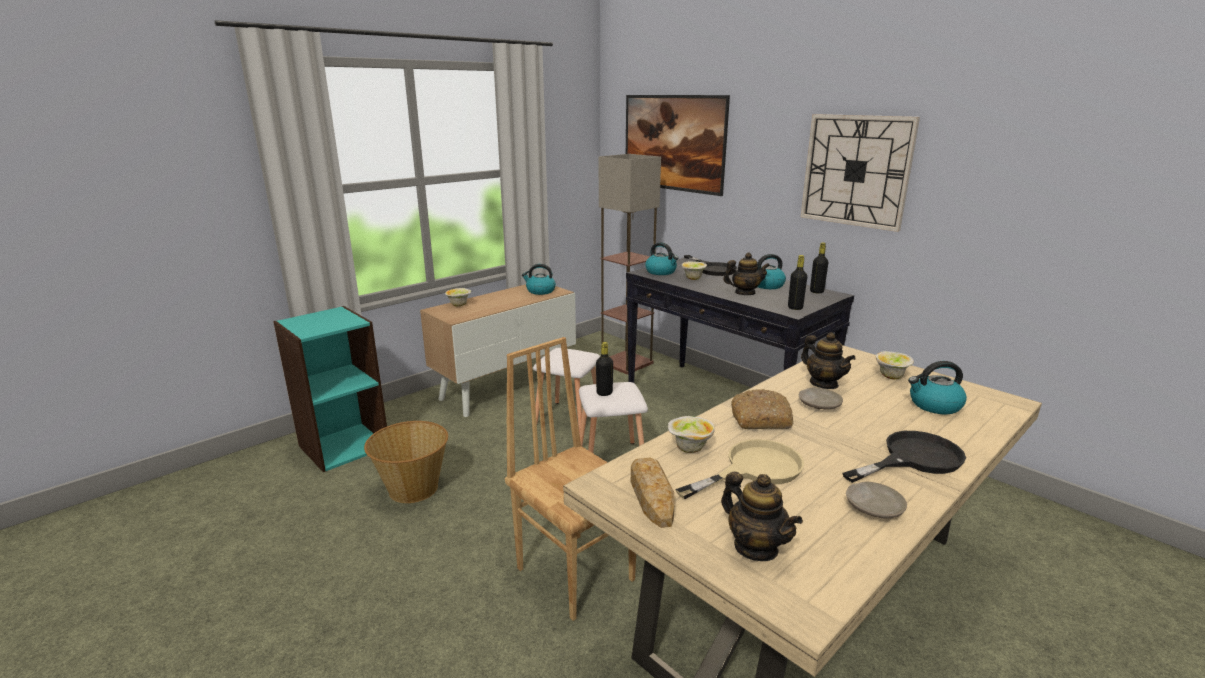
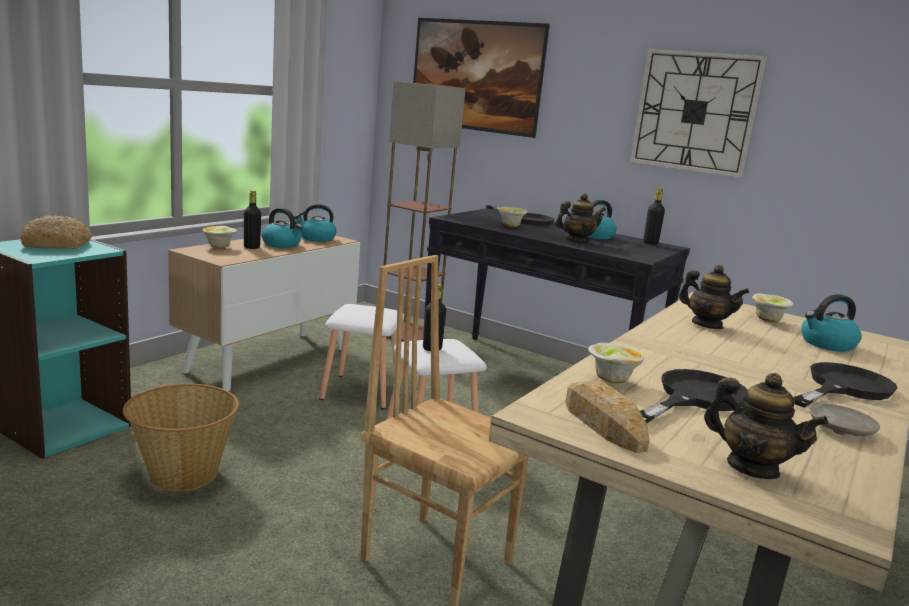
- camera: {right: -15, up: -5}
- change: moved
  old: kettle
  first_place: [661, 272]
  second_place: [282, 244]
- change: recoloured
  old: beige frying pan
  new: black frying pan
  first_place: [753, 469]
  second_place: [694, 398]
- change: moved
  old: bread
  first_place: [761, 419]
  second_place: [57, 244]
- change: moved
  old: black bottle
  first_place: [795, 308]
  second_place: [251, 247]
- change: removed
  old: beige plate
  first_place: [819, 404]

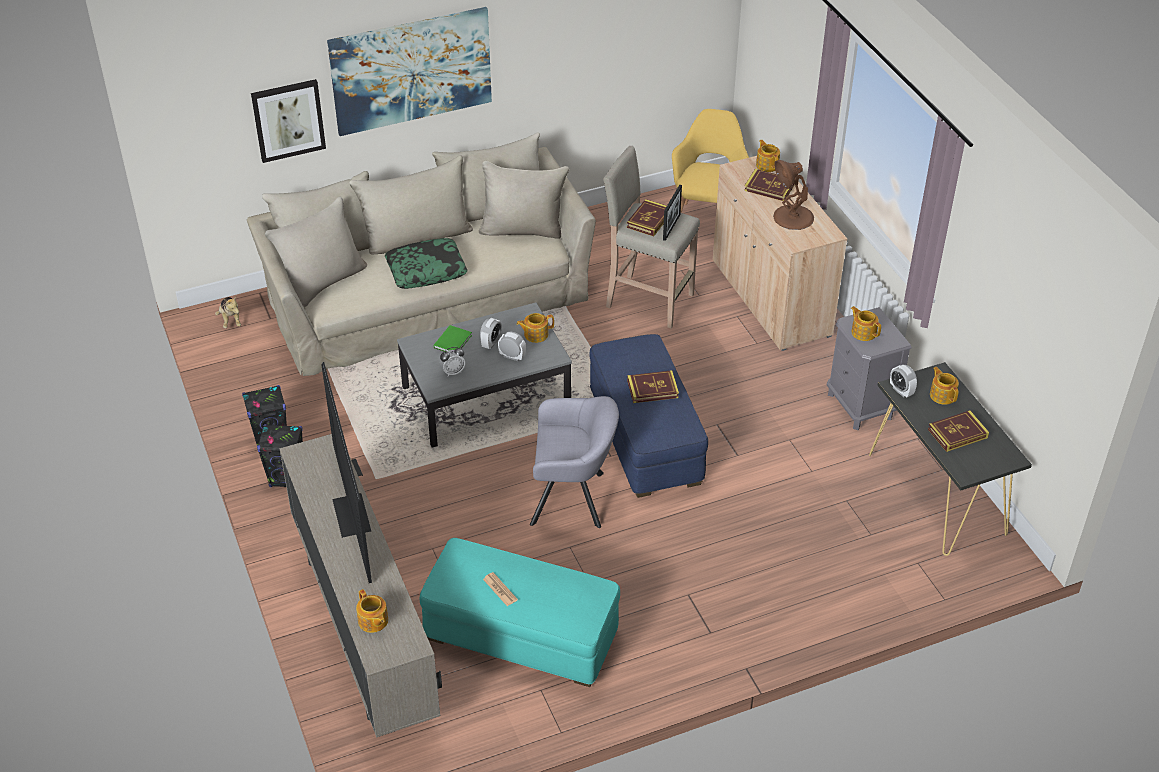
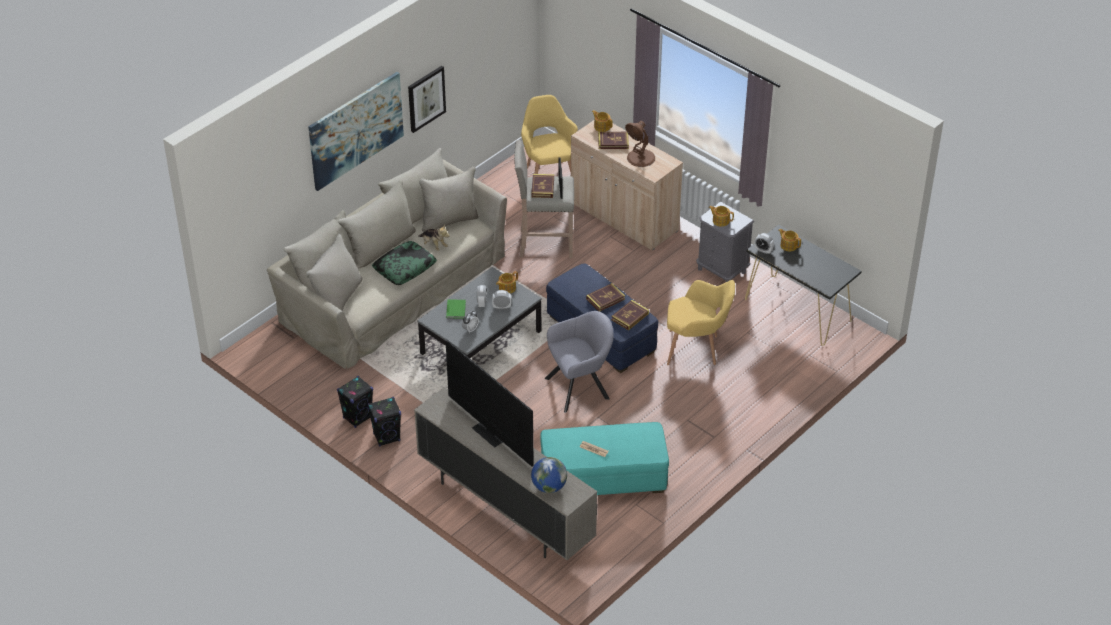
- camera: {right: -25, up: 0}
- change: moved
  old: plush toy
  first_place: [230, 320]
  second_place: [434, 245]
- change: moved
  old: picture
  first_place: [288, 120]
  second_place: [426, 98]
- change: replaced
  old: teapot
  new: globe
  first_place: [373, 621]
  second_place: [549, 487]
- change: moved
  old: book
  first_place: [957, 433]
  second_place: [630, 316]
- change: added
  new: yellow armchair
  second_place: [696, 350]

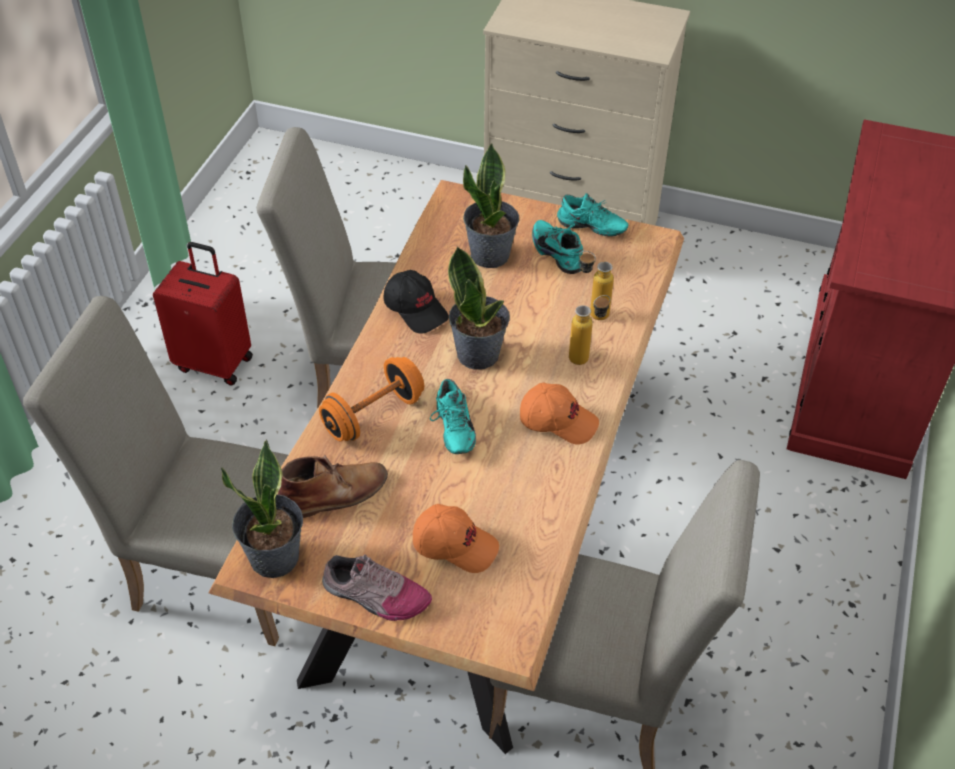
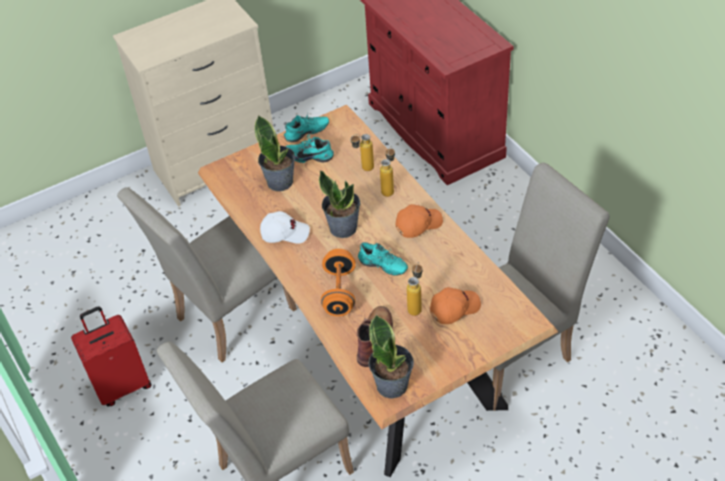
- camera: {right: -45, up: 0}
- change: removed
  old: shoe
  first_place: [375, 596]
- change: recoloured
  old: black cap
  new: white cap
  first_place: [416, 309]
  second_place: [285, 233]
- change: added
  new: bottle
  second_place: [416, 306]

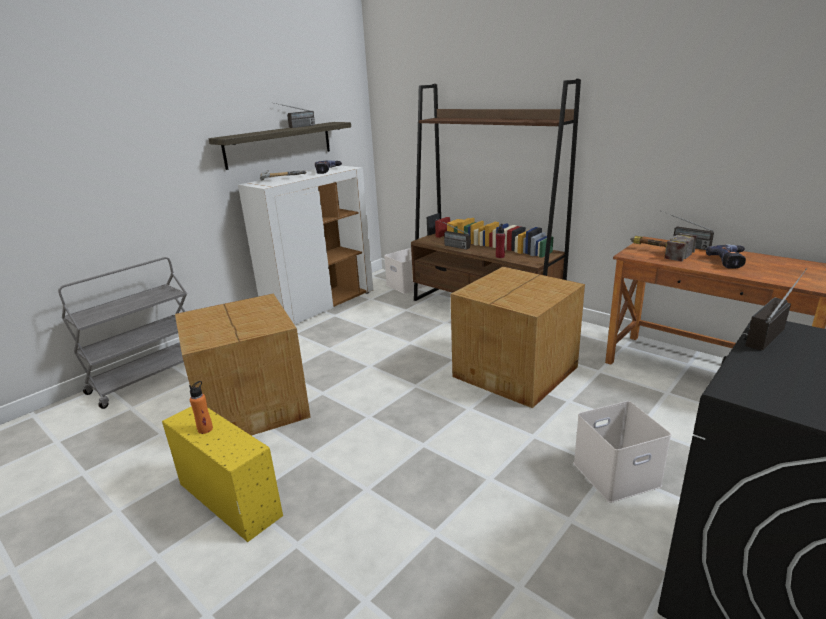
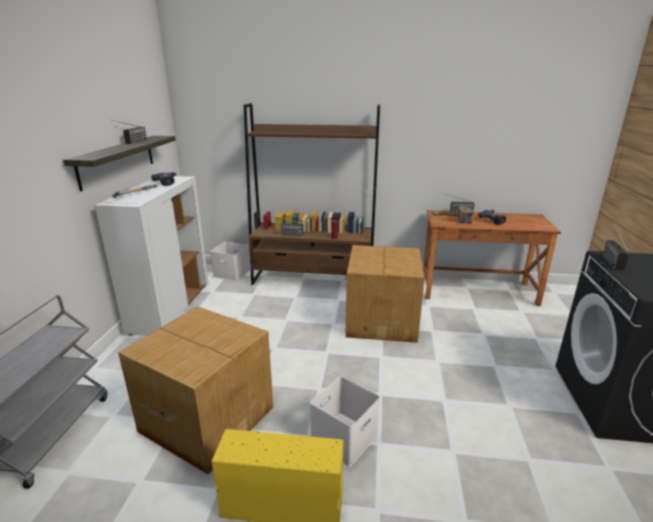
- camera: {right: -35, up: 0}
- change: removed
  old: orange bottle
  first_place: [205, 429]
- change: moved
  old: white storage box
  first_place: [616, 475]
  second_place: [344, 439]

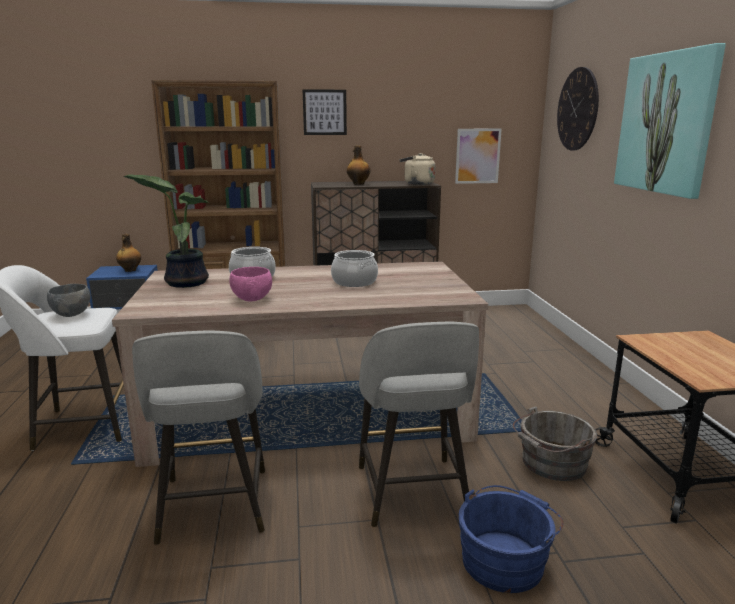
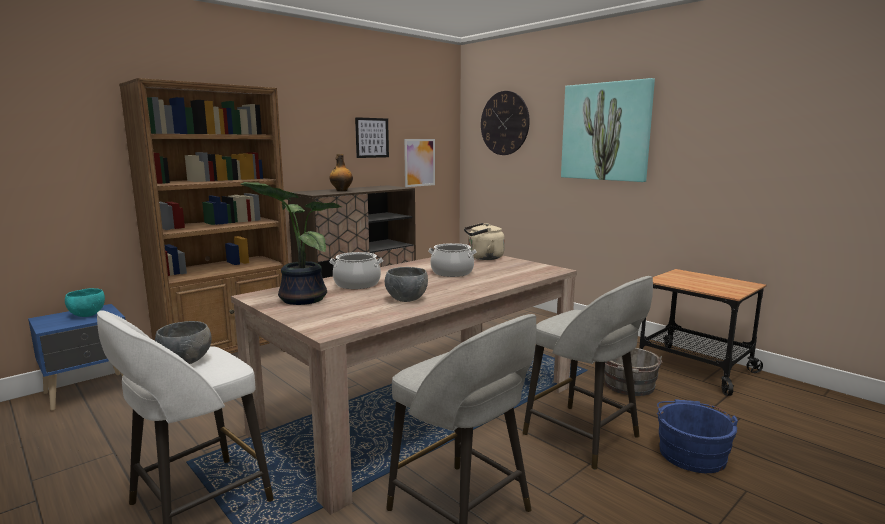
- camera: {right: -35, up: -5}
- change: replaced
  old: bottle
  new: turquoise bowl
  first_place: [130, 270]
  second_place: [87, 315]
- change: recoloured
  old: pink bowl
  new: grey bowl
  first_place: [252, 299]
  second_place: [406, 299]
- change: moved
  old: picture
  first_place: [324, 112]
  second_place: [372, 137]
- change: moved
  old: beige kettle
  first_place: [417, 183]
  second_place: [483, 258]

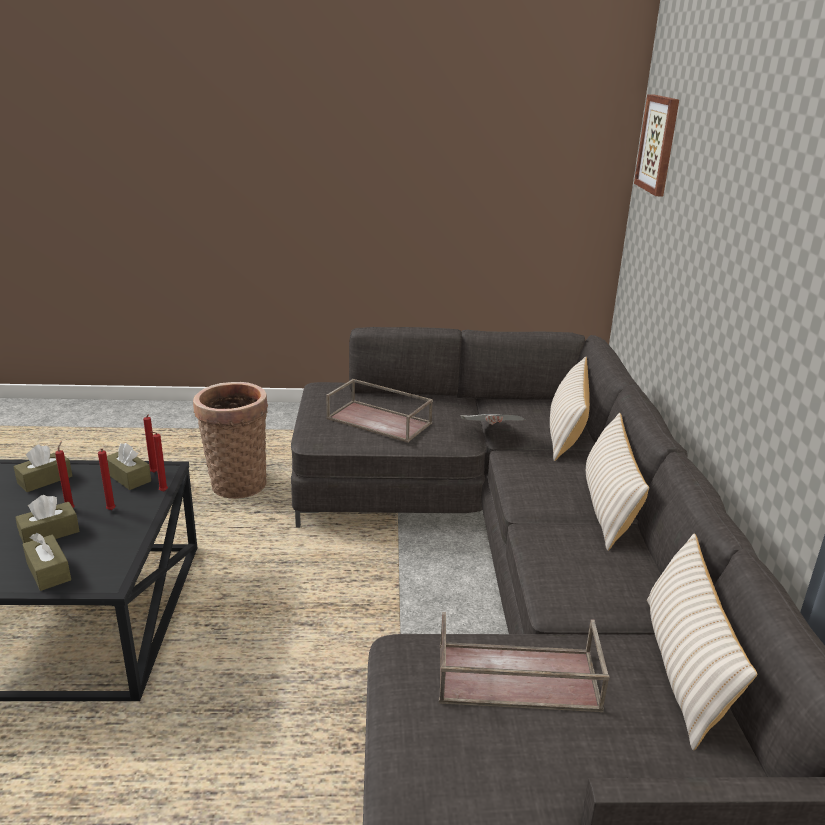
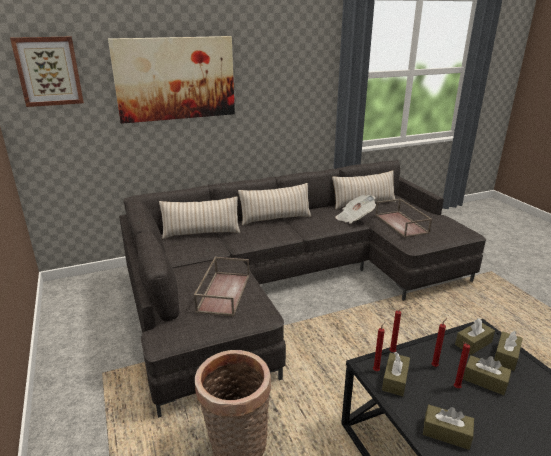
- camera: {right: -110, up: 0}
- change: moved
  old: newspaper
  first_place: [490, 434]
  second_place: [354, 218]
- change: added
  new: picture
  second_place: [175, 79]
- change: added
  new: brown tissue box
  second_place: [473, 343]

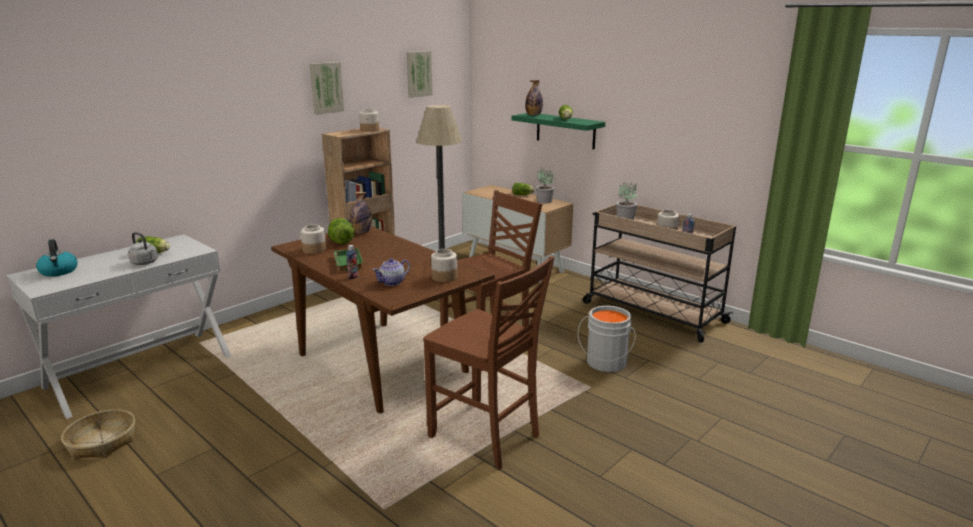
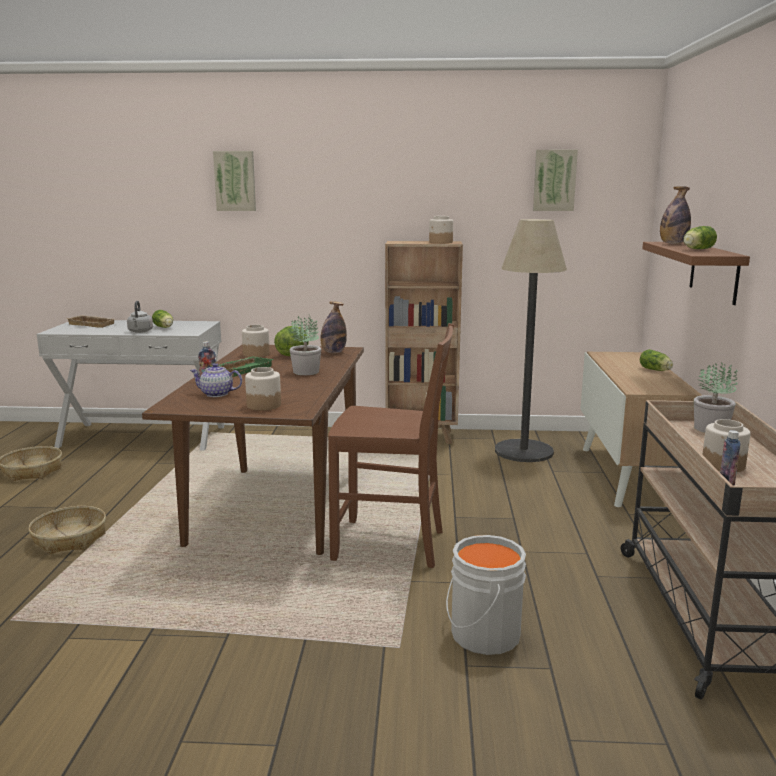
- camera: {right: 50, up: -5}
- change: replaced
  old: kettle
  new: beige tray
  first_place: [59, 271]
  second_place: [93, 324]
- change: moved
  old: picture
  first_place: [325, 87]
  second_place: [235, 181]
- change: removed
  old: brown chair
  first_place: [486, 436]
- change: recoloured
  old: green shelf
  new: brown shelf
  first_place: [565, 130]
  second_place: [714, 272]
- change: moved
  old: potted plant
  first_place: [544, 201]
  second_place: [305, 371]
- change: added
  new: basket
  second_place: [70, 538]

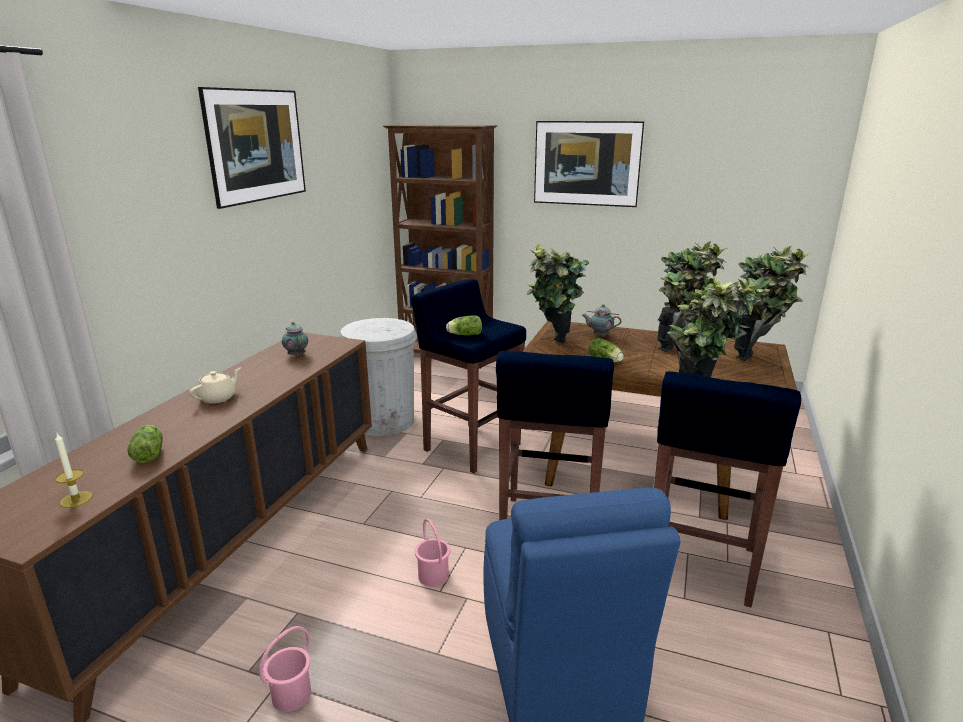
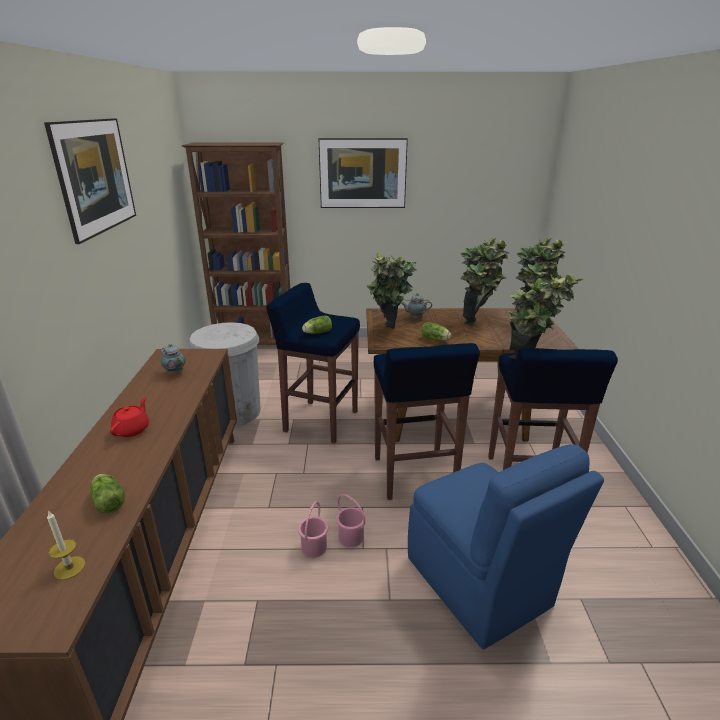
- camera: {right: -20, up: 5}
- change: recoloured
  old: beige teapot
  new: red teapot
  first_place: [218, 398]
  second_place: [132, 429]
- change: moved
  old: pink bucket
  first_place: [292, 695]
  second_place: [314, 547]

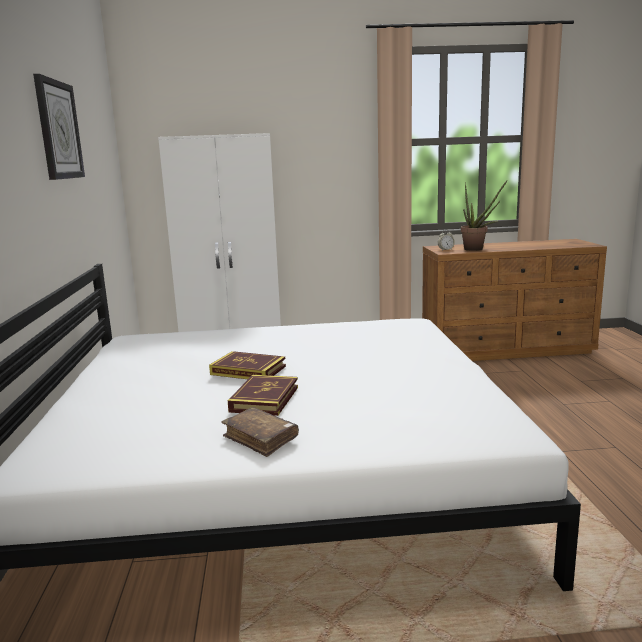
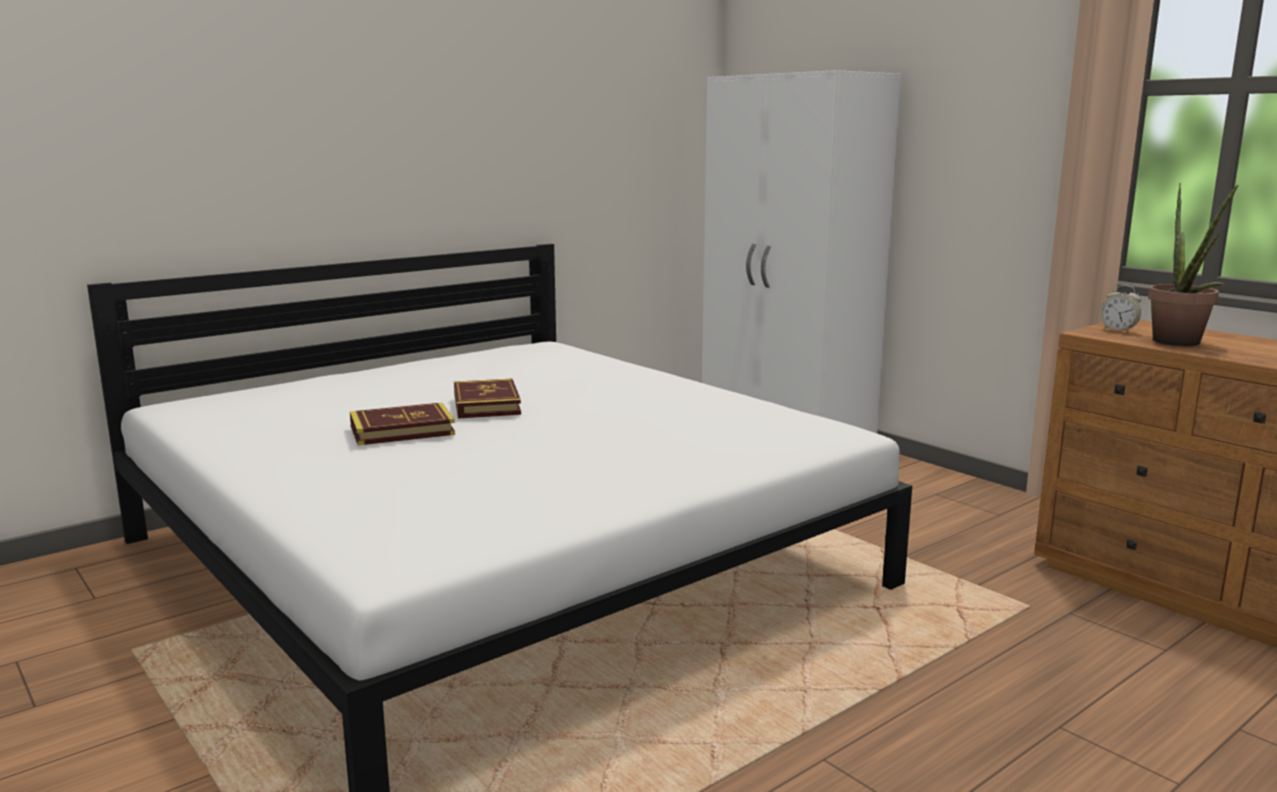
- camera: {right: 55, up: 0}
- change: removed
  old: wall clock
  first_place: [58, 130]
- change: removed
  old: brown book
  first_place: [260, 439]

